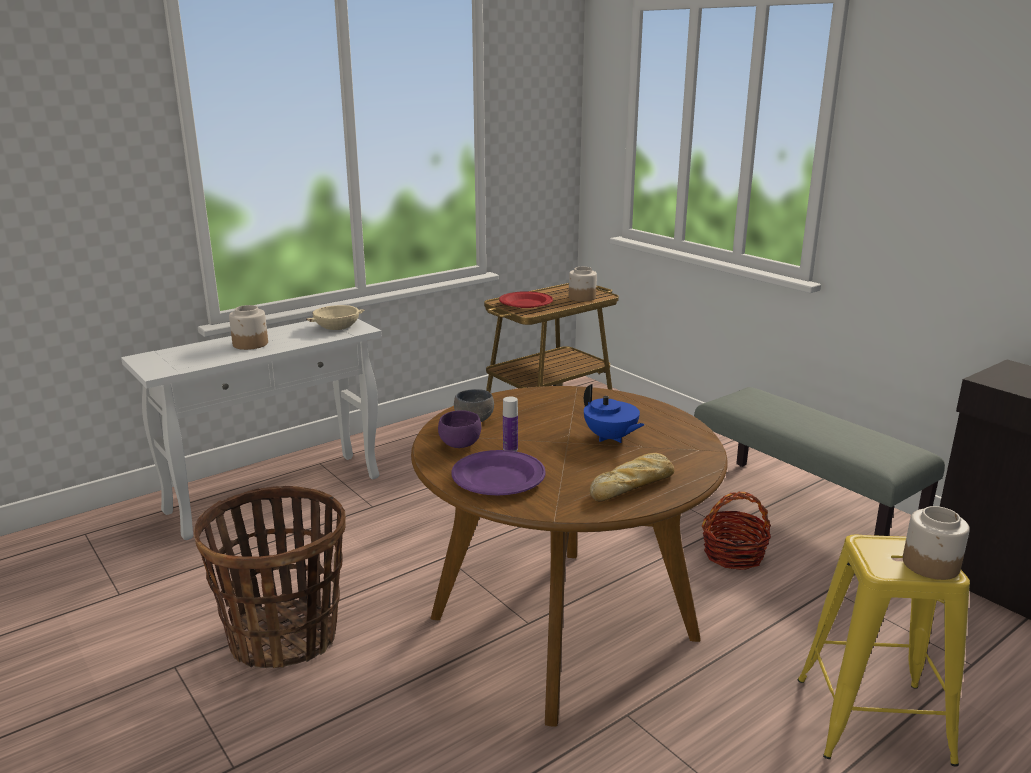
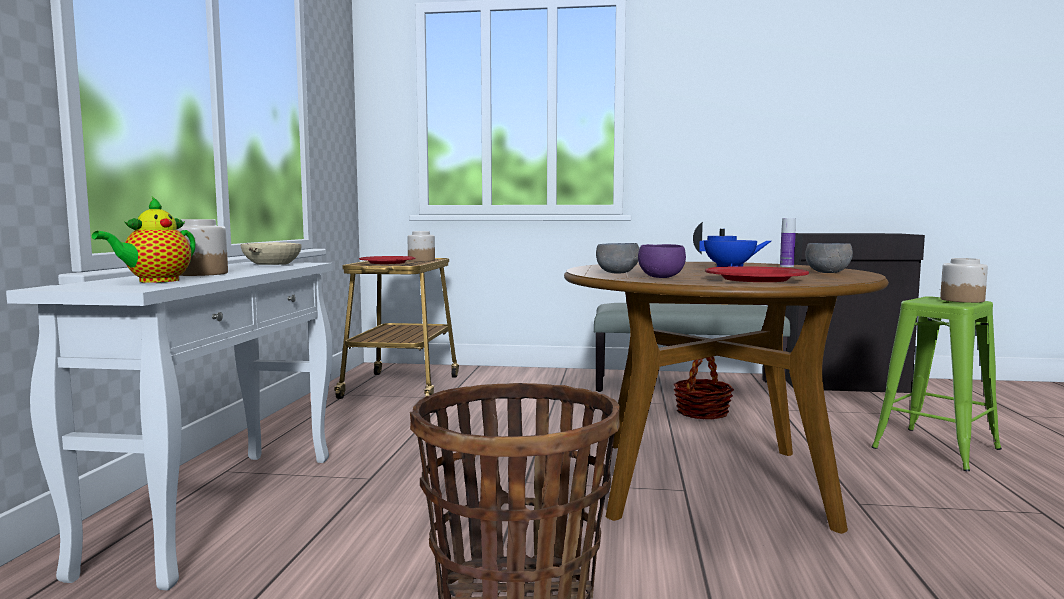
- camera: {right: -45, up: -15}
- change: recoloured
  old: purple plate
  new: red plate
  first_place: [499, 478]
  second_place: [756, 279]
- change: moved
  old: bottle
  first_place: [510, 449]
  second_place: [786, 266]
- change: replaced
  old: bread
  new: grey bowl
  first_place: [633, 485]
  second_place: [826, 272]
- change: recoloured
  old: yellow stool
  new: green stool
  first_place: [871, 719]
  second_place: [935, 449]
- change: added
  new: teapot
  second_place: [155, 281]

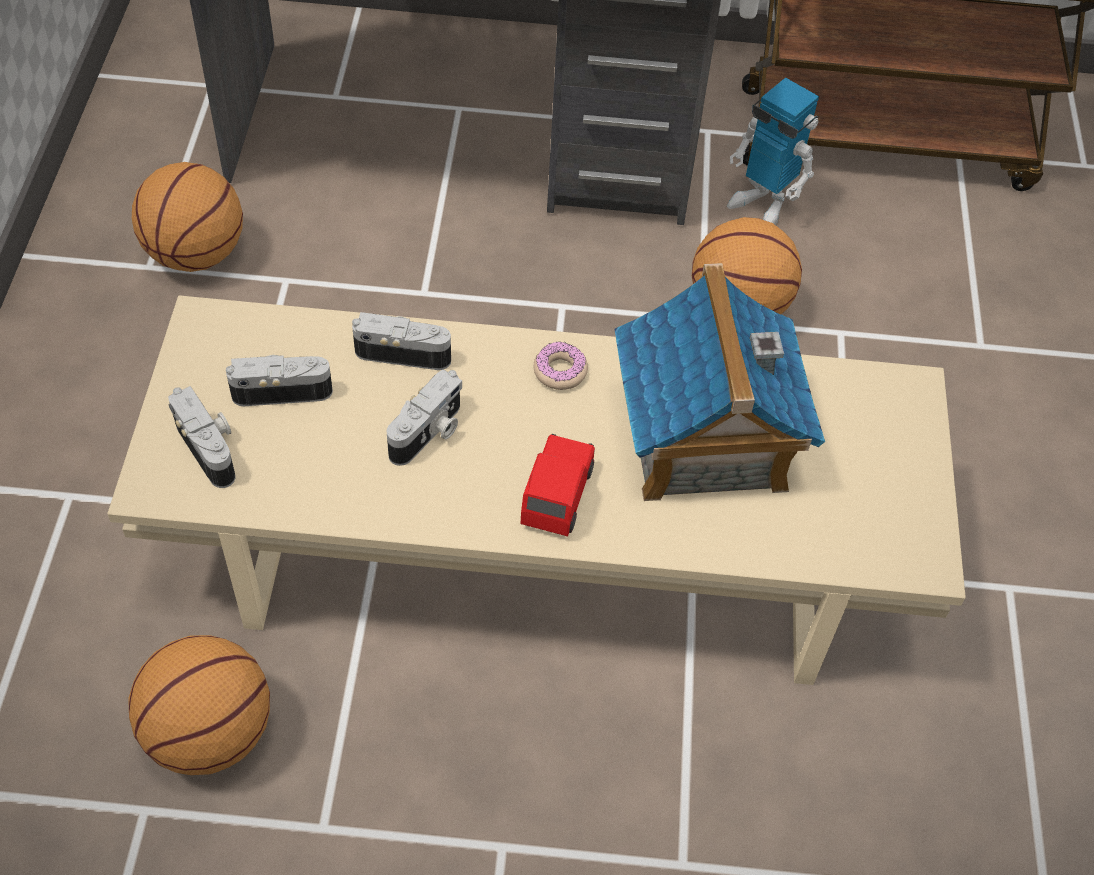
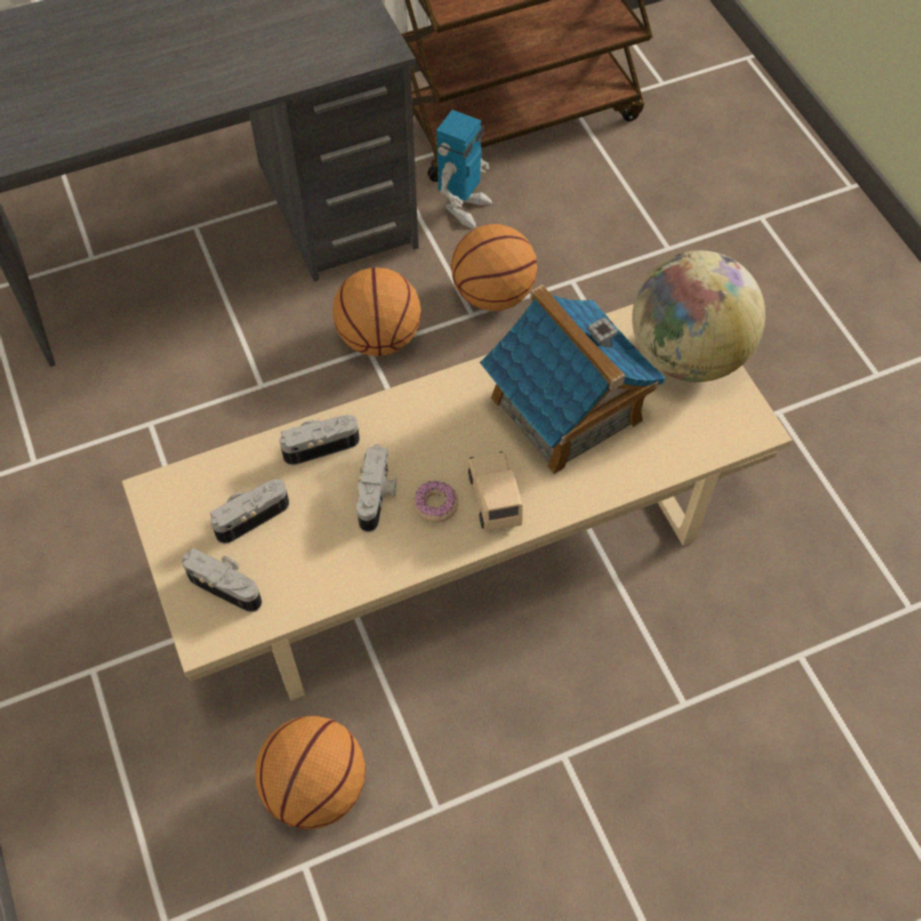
- camera: {right: -25, up: 5}
- change: moved
  old: basketball
  first_place: [195, 254]
  second_place: [378, 338]
- change: recoloured
  old: red toy car
  new: beige toy car
  first_place: [557, 495]
  second_place: [494, 499]
- change: moved
  old: donut
  first_place: [560, 371]
  second_place: [435, 505]
- change: turned
  old: toy robot
  first_place: [762, 204]
  second_place: [463, 207]
  degrees: -75
- change: added
  new: globe
  second_place: [687, 355]

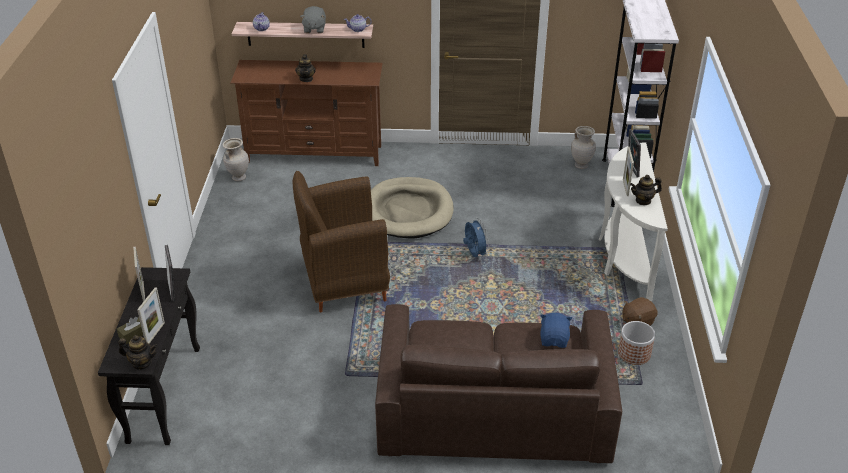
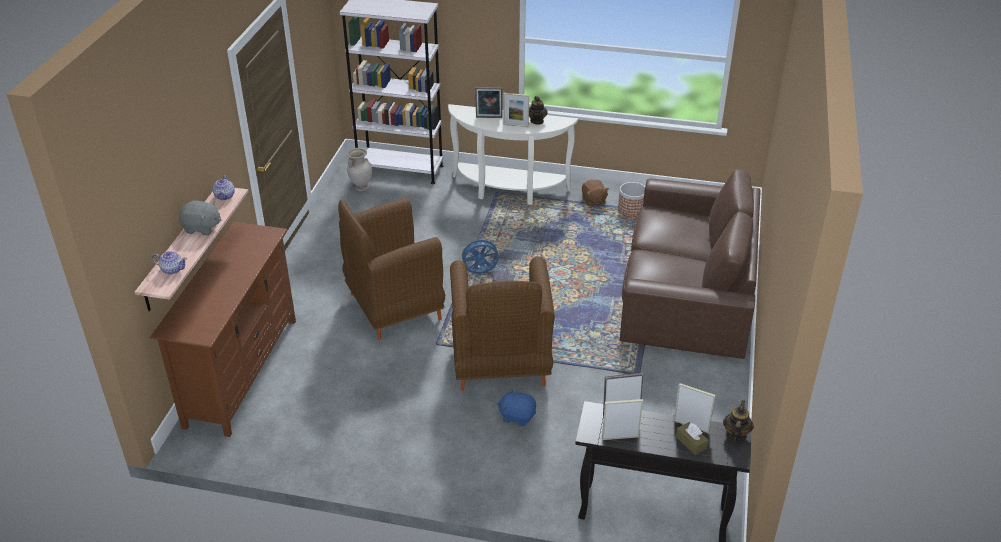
- camera: {right: -80, up: 0}
- change: removed
  old: beige vase
  first_place: [238, 177]
- change: removed
  old: teapot
  first_place: [306, 79]
- change: replaced
  old: beige dog bed
  new: brown armchair
  first_place: [408, 211]
  second_place: [393, 307]
- change: moved
  old: blue plush toy
  first_place: [554, 339]
  second_place: [517, 416]

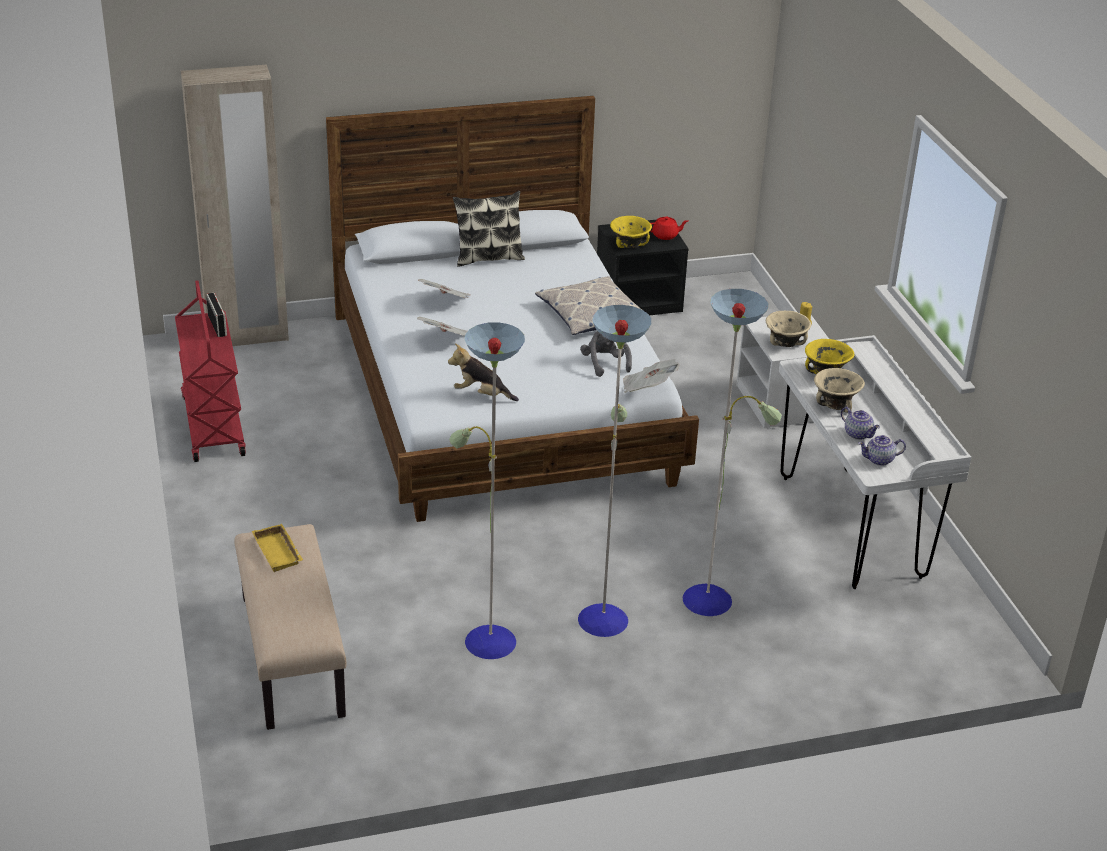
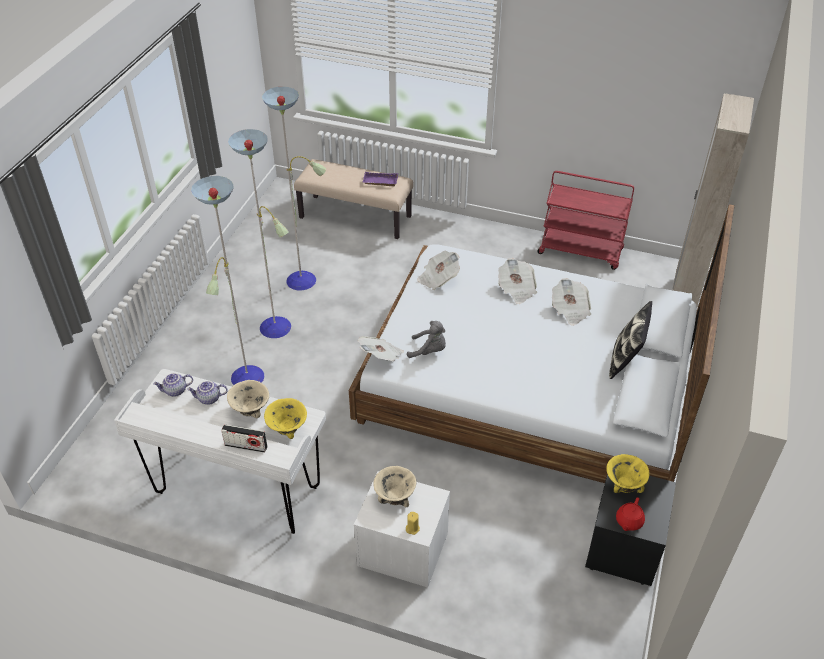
- camera: {right: 125, up: 10}
- change: moved
  old: radio
  first_place: [217, 325]
  second_place: [246, 446]
- change: recoloured
  old: yellow tray
  new: purple tray
  first_place: [279, 552]
  second_place: [379, 182]
- change: replaced
  old: plush toy
  new: newspaper
  first_place: [481, 394]
  second_place: [438, 278]
- change: removed
  old: pillow
  first_place: [590, 314]
- change: turned
  old: teapot
  first_place: [879, 460]
  second_place: [175, 391]
  degrees: -135

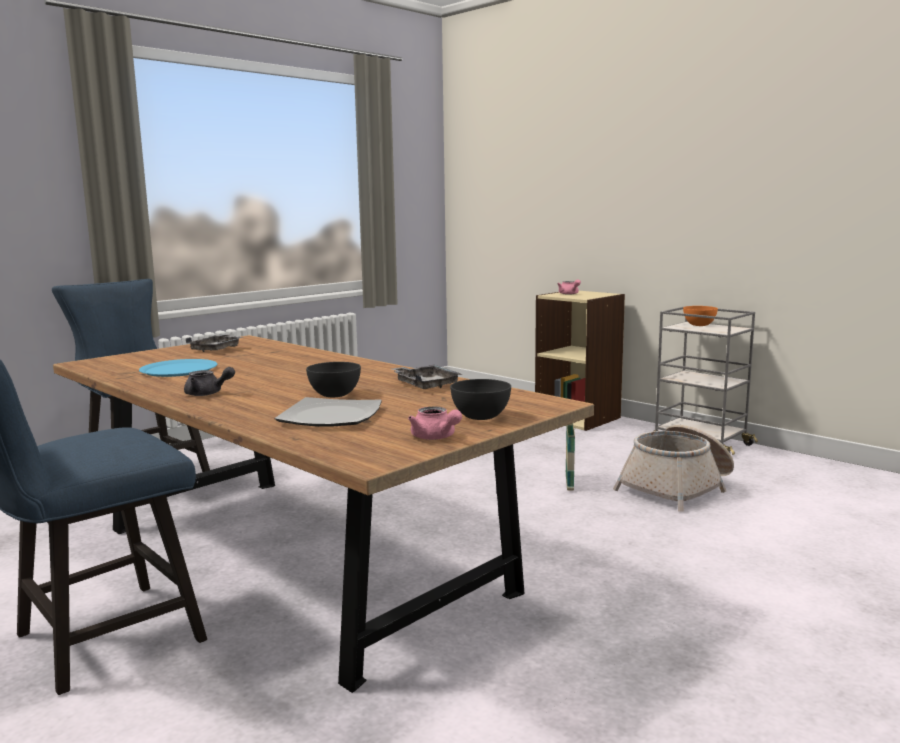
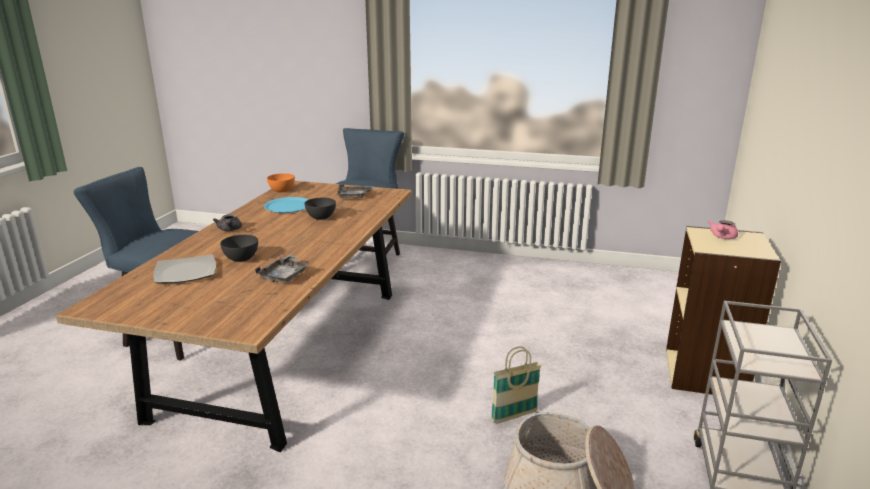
- camera: {right: 60, up: 10}
- change: removed
  old: pink teapot
  first_place: [435, 438]
- change: moved
  old: grey bowl
  first_place: [480, 417]
  second_place: [320, 217]
- change: moved
  old: orange bowl
  first_place: [699, 325]
  second_place: [282, 191]

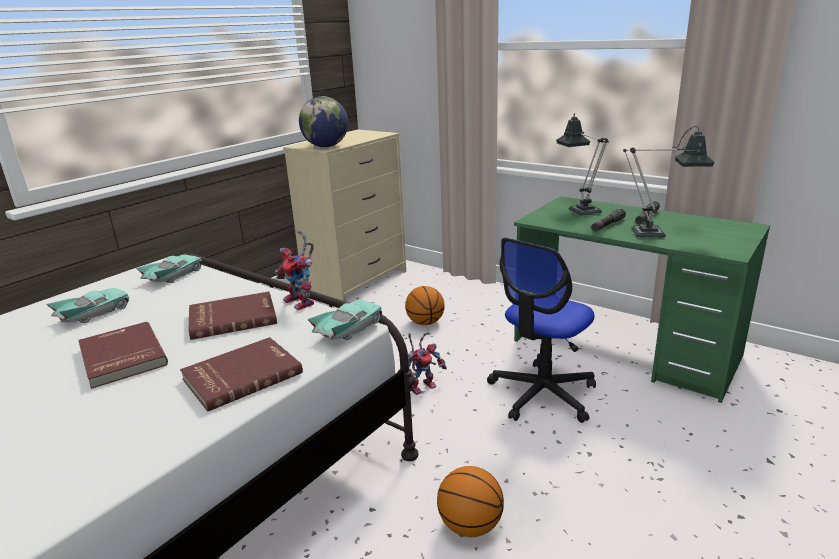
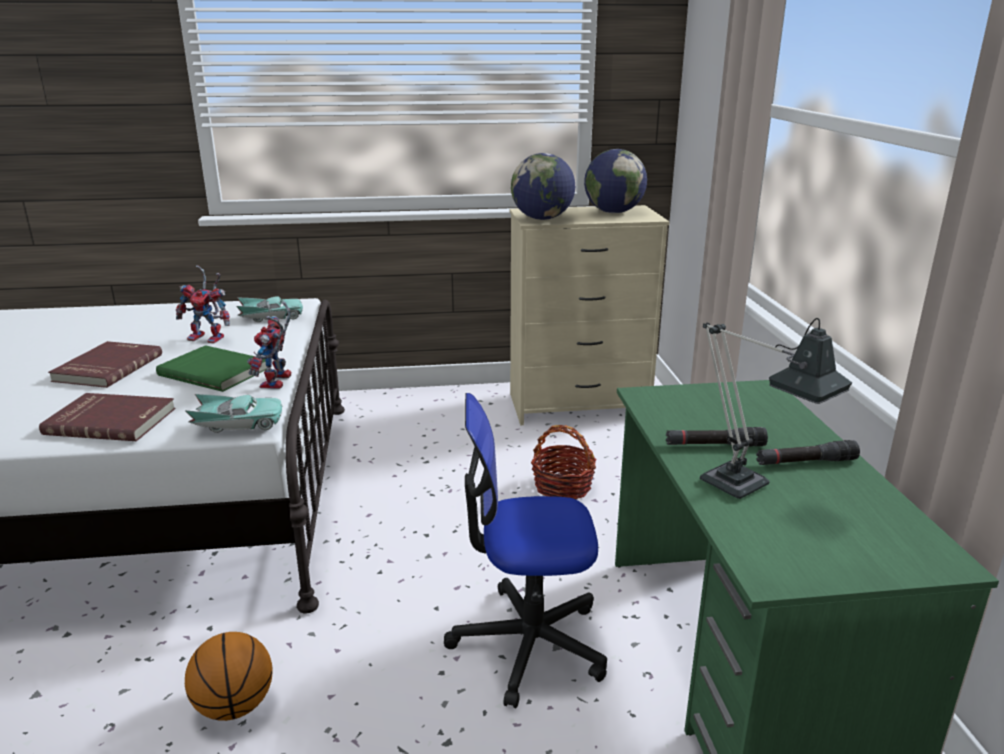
- camera: {right: 45, up: 0}
- change: removed
  old: turquoise toy car
  first_place: [94, 314]
- change: recoloured
  old: red book
  new: green book
  first_place: [233, 318]
  second_place: [215, 371]
- change: replaced
  old: basketball
  new: basket
  first_place: [425, 322]
  second_place: [563, 487]
- change: moved
  old: toy robot
  first_place: [423, 385]
  second_place: [210, 338]
- change: removed
  old: table lamp
  first_place: [580, 210]
- change: added
  new: globe
  second_place: [613, 212]

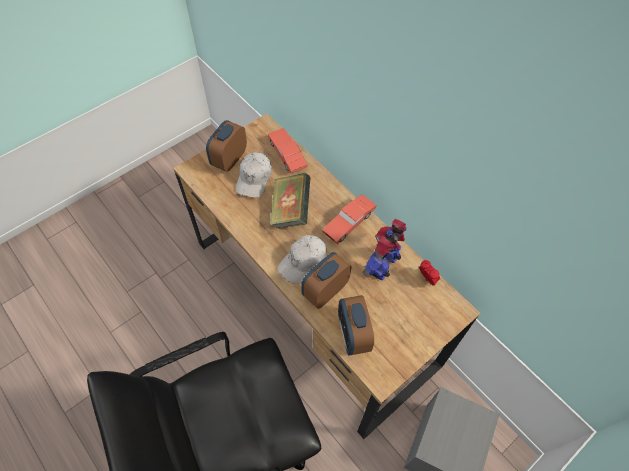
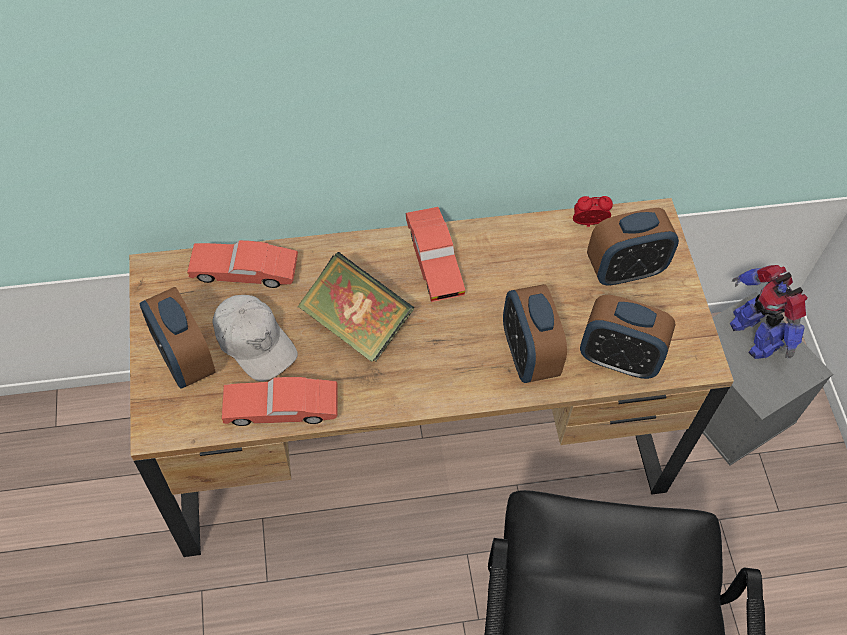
- camera: {right: -60, up: 0}
- change: removed
  old: white cap
  first_place: [303, 262]
- change: moved
  old: toy robot
  first_place: [383, 264]
  second_place: [754, 335]
- change: added
  new: red toy car
  second_place: [281, 409]
- change: added
  new: alarm clock
  second_place: [624, 270]

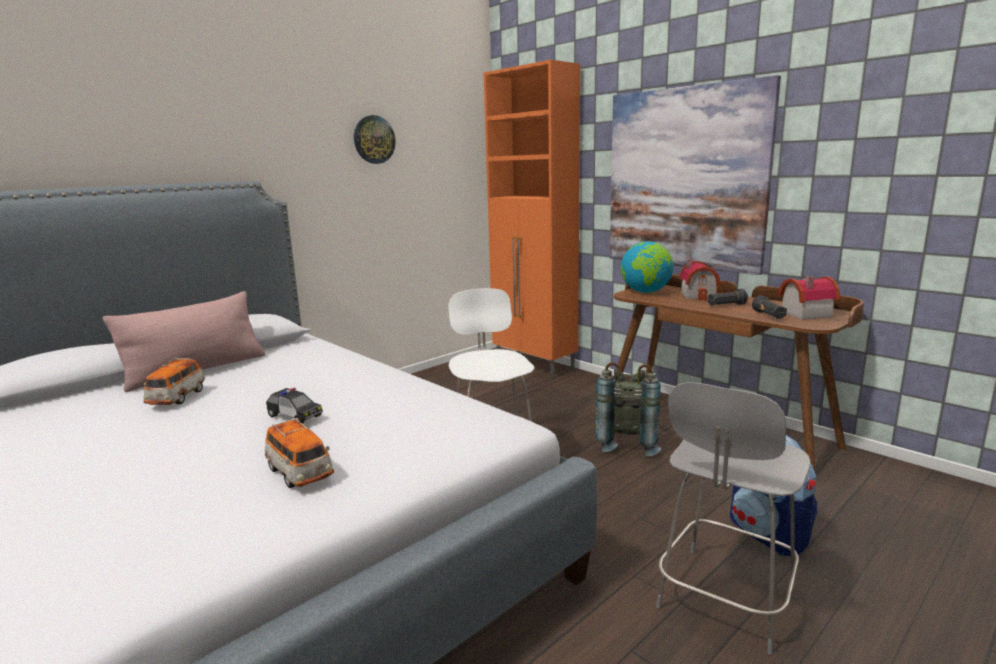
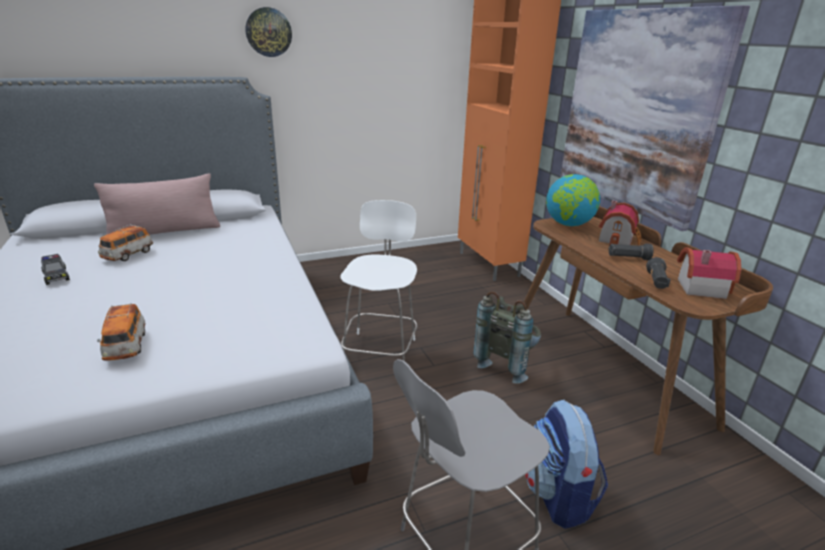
- camera: {right: 20, up: 10}
- change: moved
  old: toy car
  first_place: [294, 416]
  second_place: [56, 276]
- change: moved
  old: wall clock
  first_place: [374, 139]
  second_place: [268, 32]

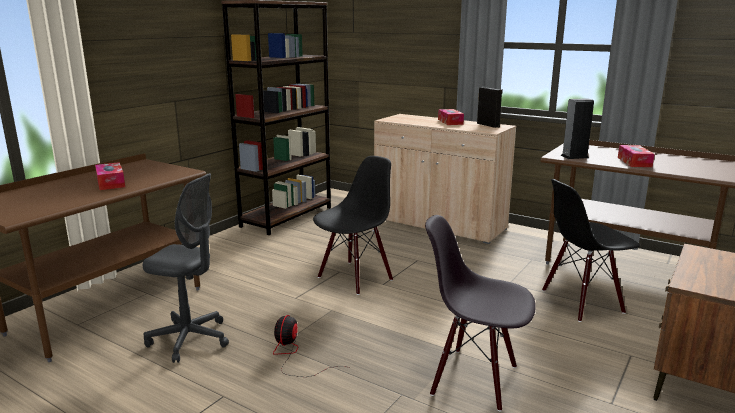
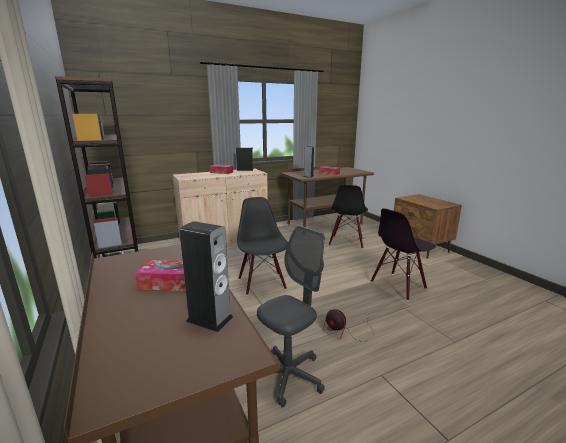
- camera: {right: -60, up: 0}
- change: added
  new: speaker
  second_place: [210, 319]

